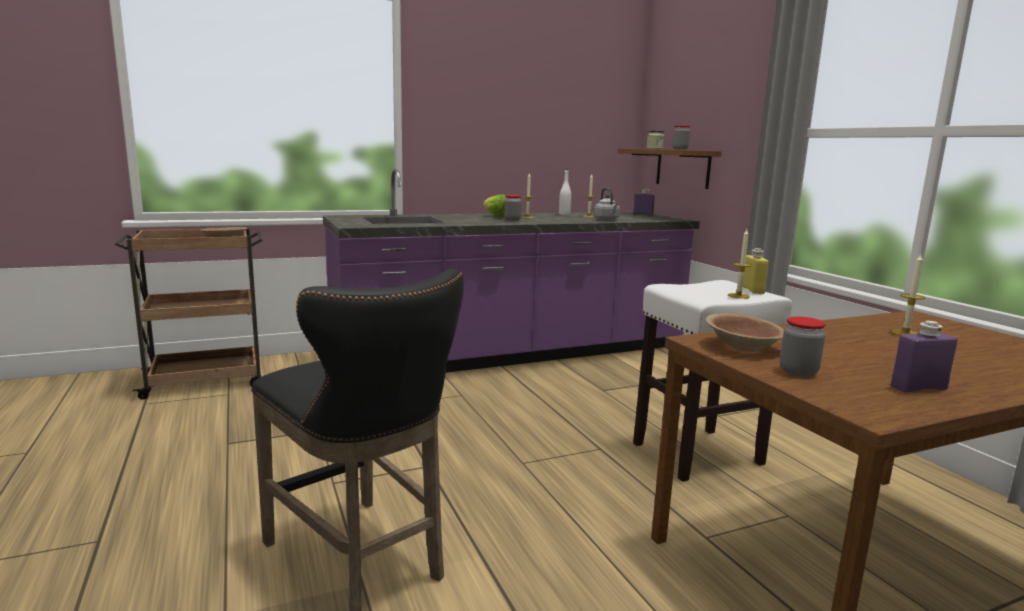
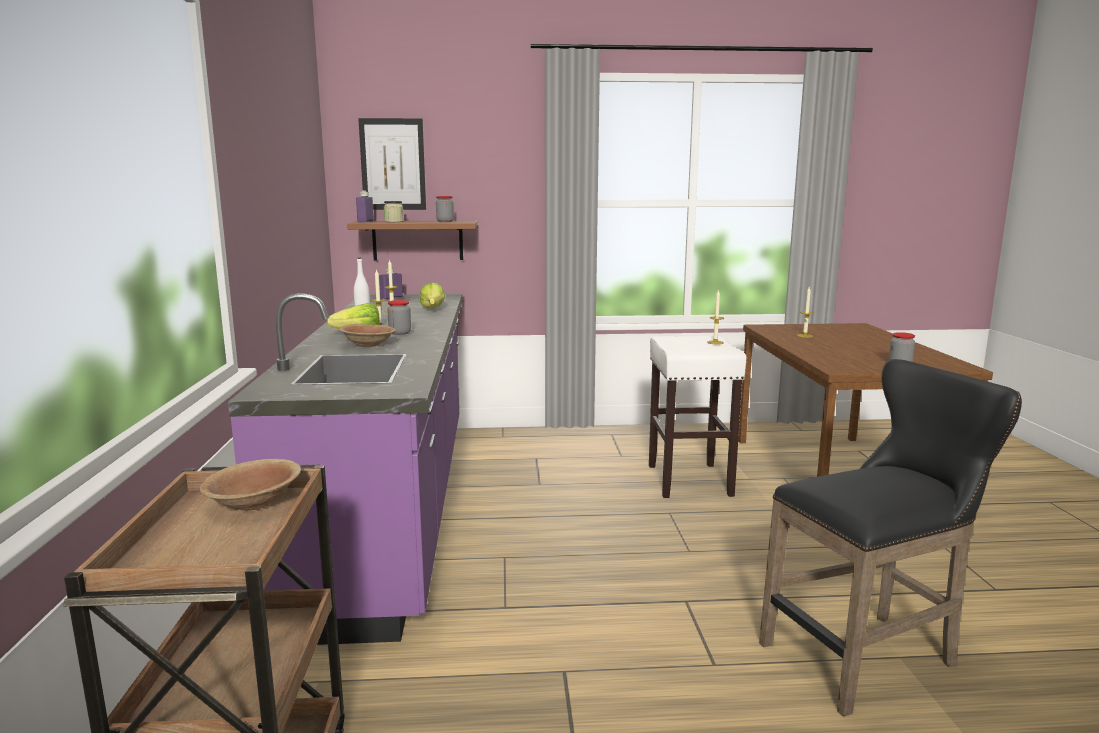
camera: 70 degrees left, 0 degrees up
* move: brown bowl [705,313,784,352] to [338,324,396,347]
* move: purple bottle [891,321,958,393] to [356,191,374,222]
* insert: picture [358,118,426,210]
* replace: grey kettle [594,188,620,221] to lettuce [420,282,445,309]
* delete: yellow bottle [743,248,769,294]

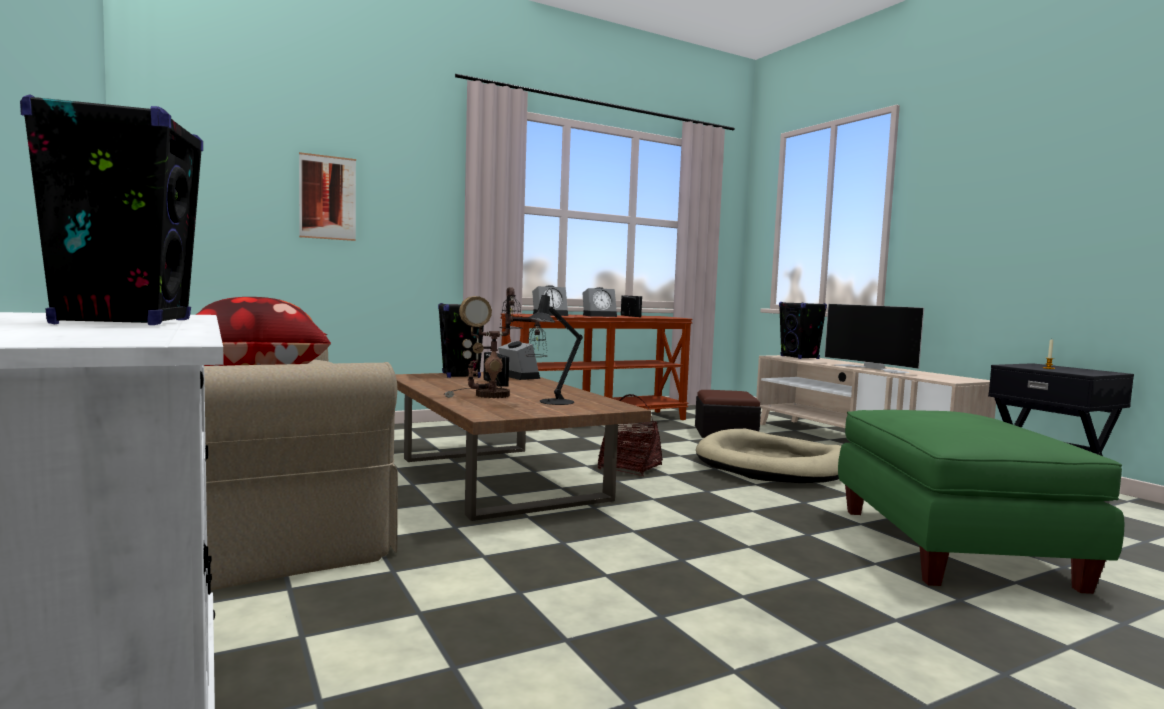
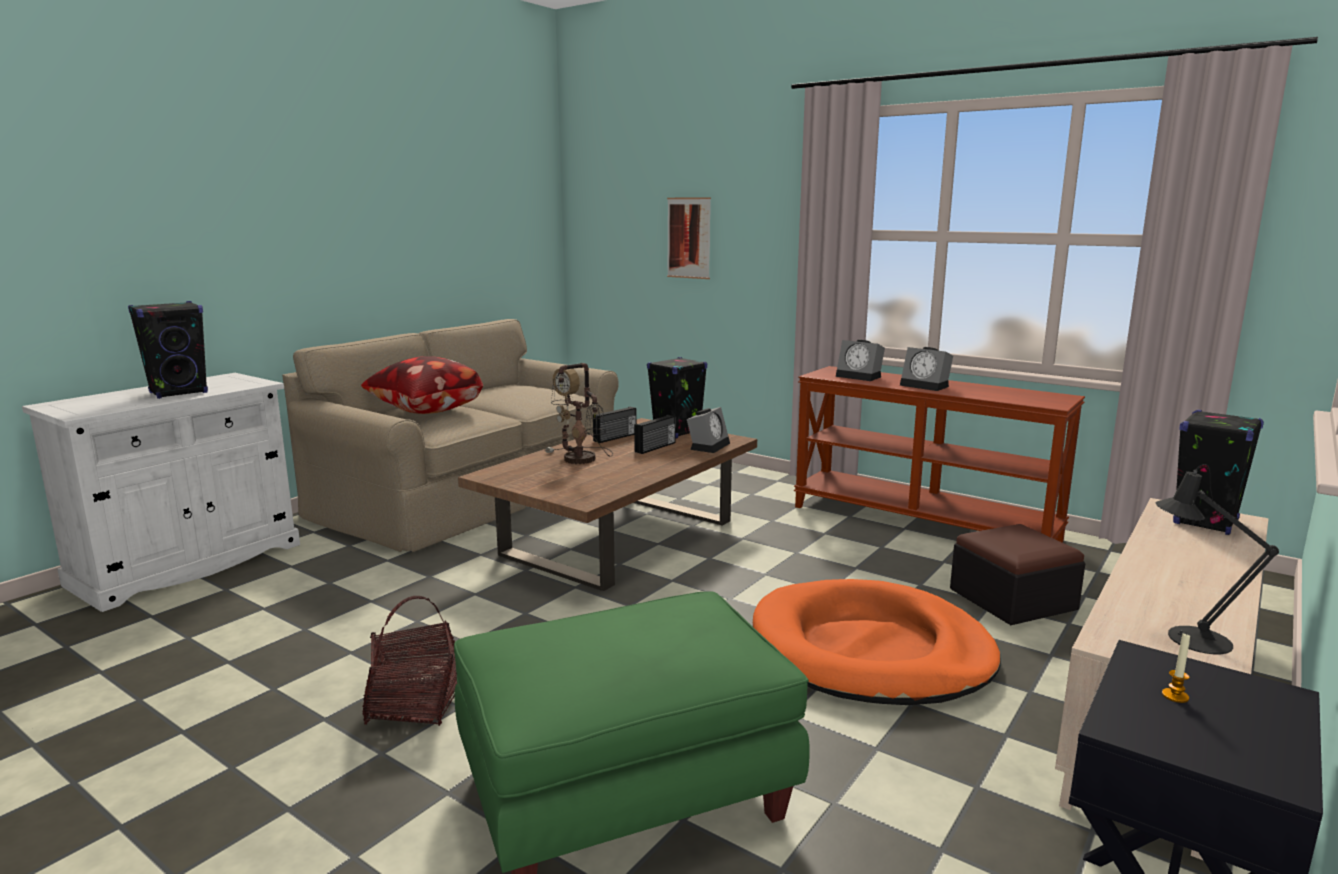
camera: 65 degrees right, 10 degrees up
* move: basket [598,394,662,476] to [362,596,457,726]
* move: radio [621,296,642,317] to [593,407,637,443]
* recolor: beige dog bed [696,429,841,483] to orange dog bed [753,579,1001,705]
* move: black table lamp [528,289,583,405] to [1156,464,1279,654]
* delete: television [825,304,924,373]

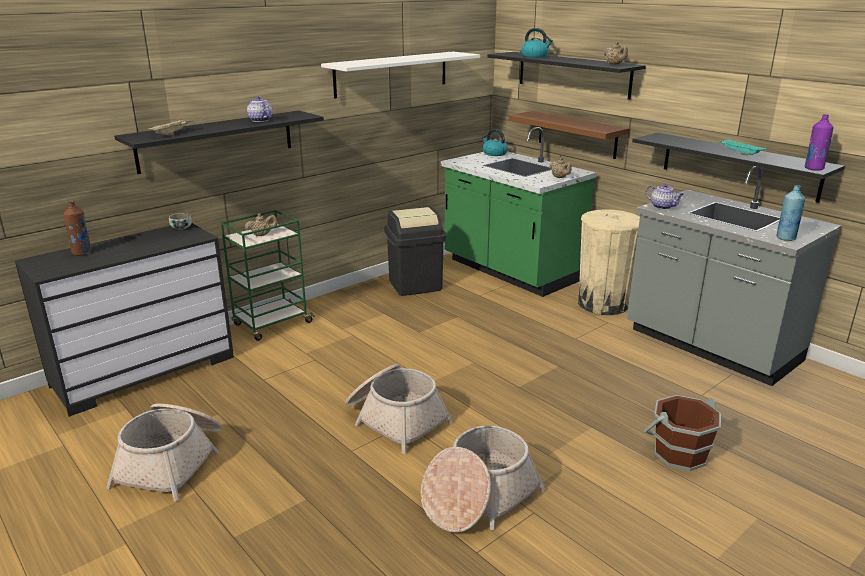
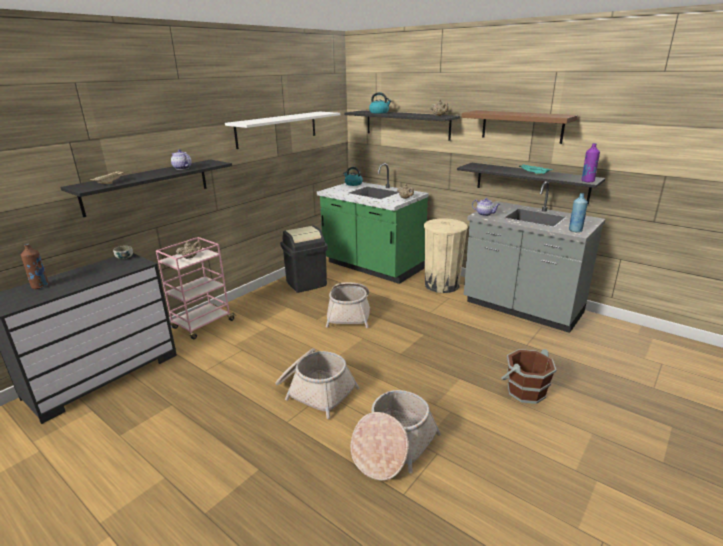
camera: 10 degrees left, 0 degrees up
* recolor: green cart [221,210,315,341] to pink cart [156,237,236,339]
* move: basket [107,403,222,501] to [326,282,370,328]
* move: brown shelf [508,111,630,159] to [462,110,578,144]

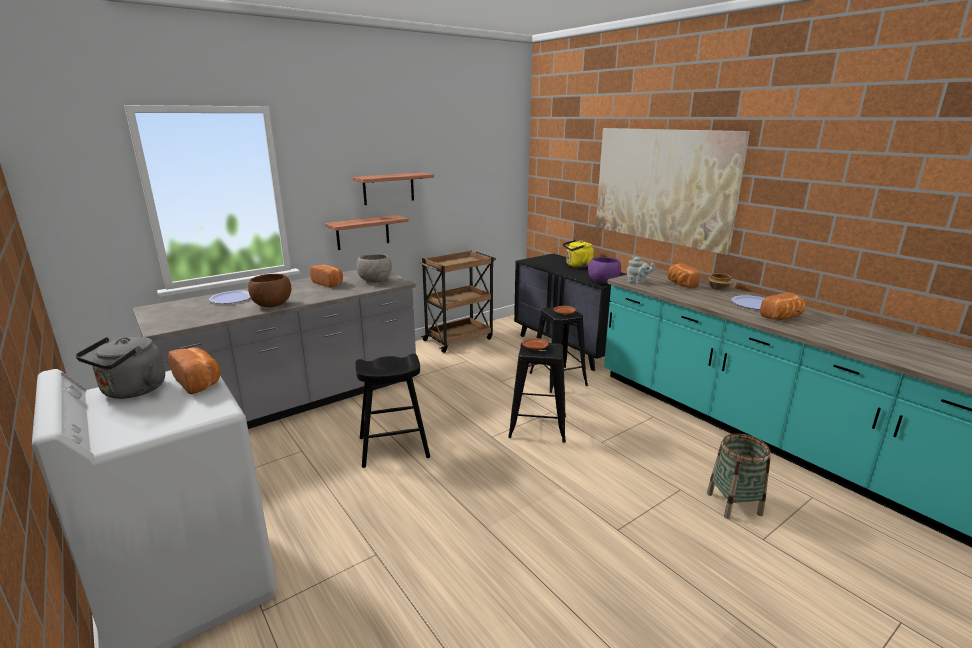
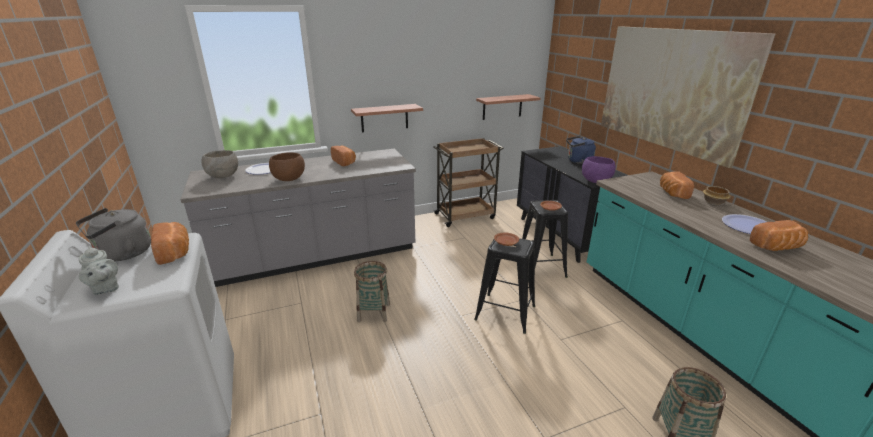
camera: 15 degrees right, 5 degrees up
* move: grey teapot [627,256,655,284] to [79,246,119,295]
* move: grey bowl [356,254,392,283] to [202,150,238,178]
* replace: black stool [355,354,430,468] to basket [354,261,390,322]
* move: shelf [352,172,434,205] to [476,94,541,120]
* recolor: yellow kettle [563,240,594,268] to blue kettle [566,136,596,164]

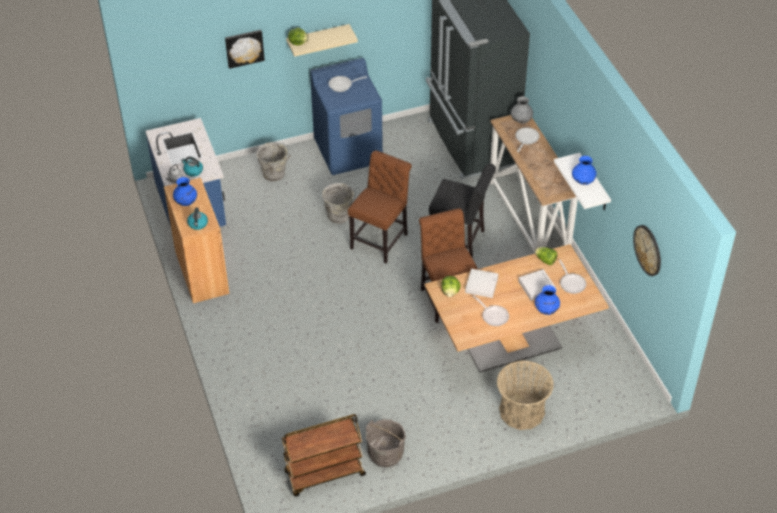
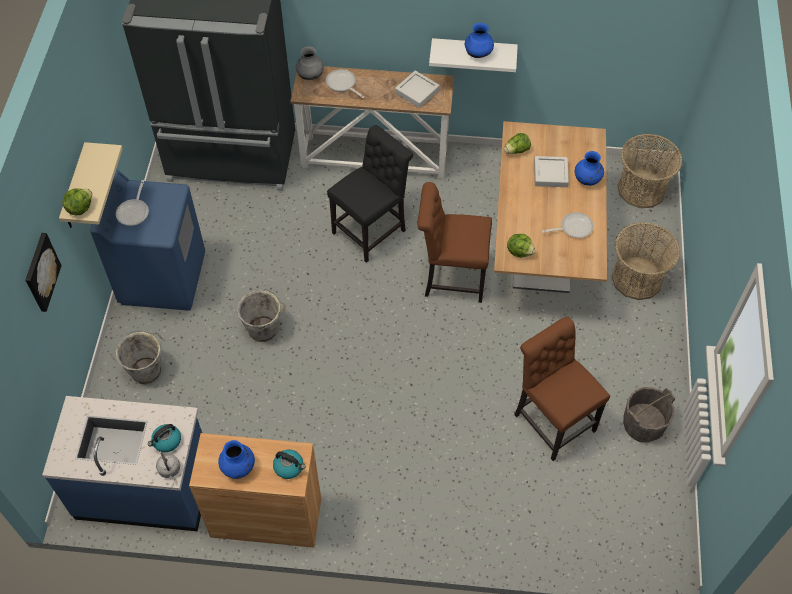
camera: 65 degrees left, 10 degrees up
* move: grey tray [465,269,498,298] to [395,71,440,108]
* move: brown chair [348,150,412,263] to [514,317,610,461]
* insert: basket [617,134,682,208]
* delete: brown cart [282,414,366,496]
* delete: frying pan [559,260,586,294]
* delete: wall clock [633,225,661,276]

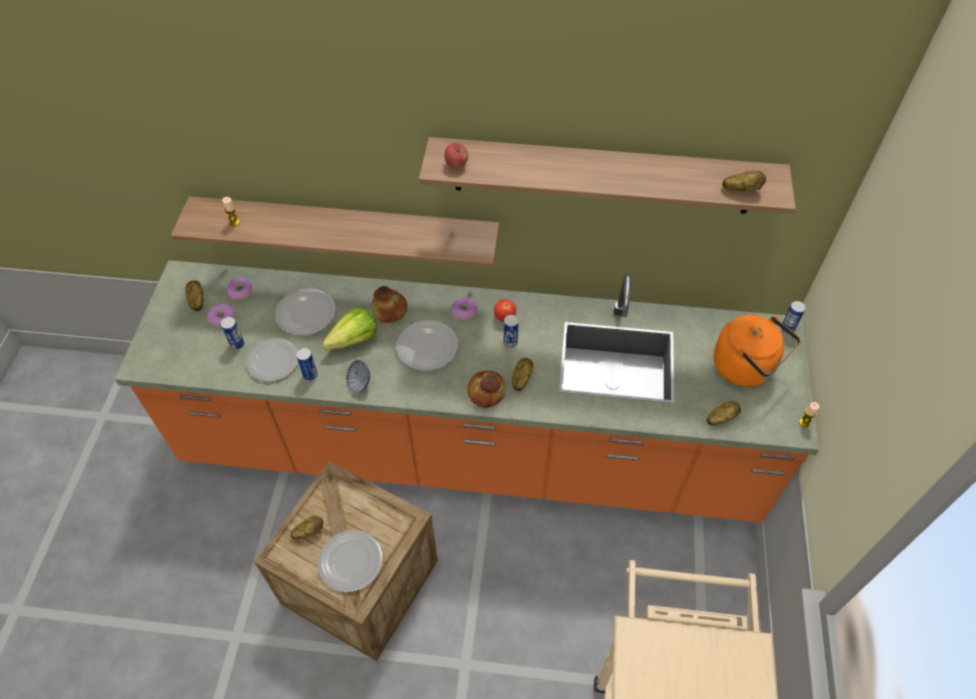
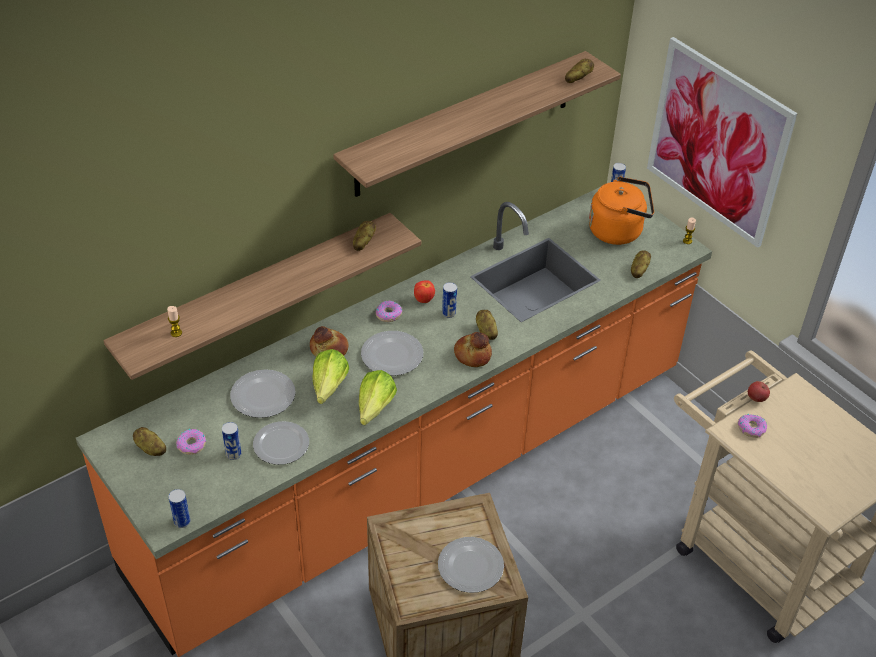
camera: 45 degrees left, 10 degrees down
* move: can [296,348,318,381] to [168,489,191,528]
* move: potato [291,516,323,540] to [353,221,376,251]
* replace: bowl [346,360,370,393] to lettuce [359,370,397,425]
* insert: picture [647,37,798,248]
* move: donut [227,277,252,300] to [738,414,767,438]
* move: apple [444,143,468,168] to [748,381,770,402]

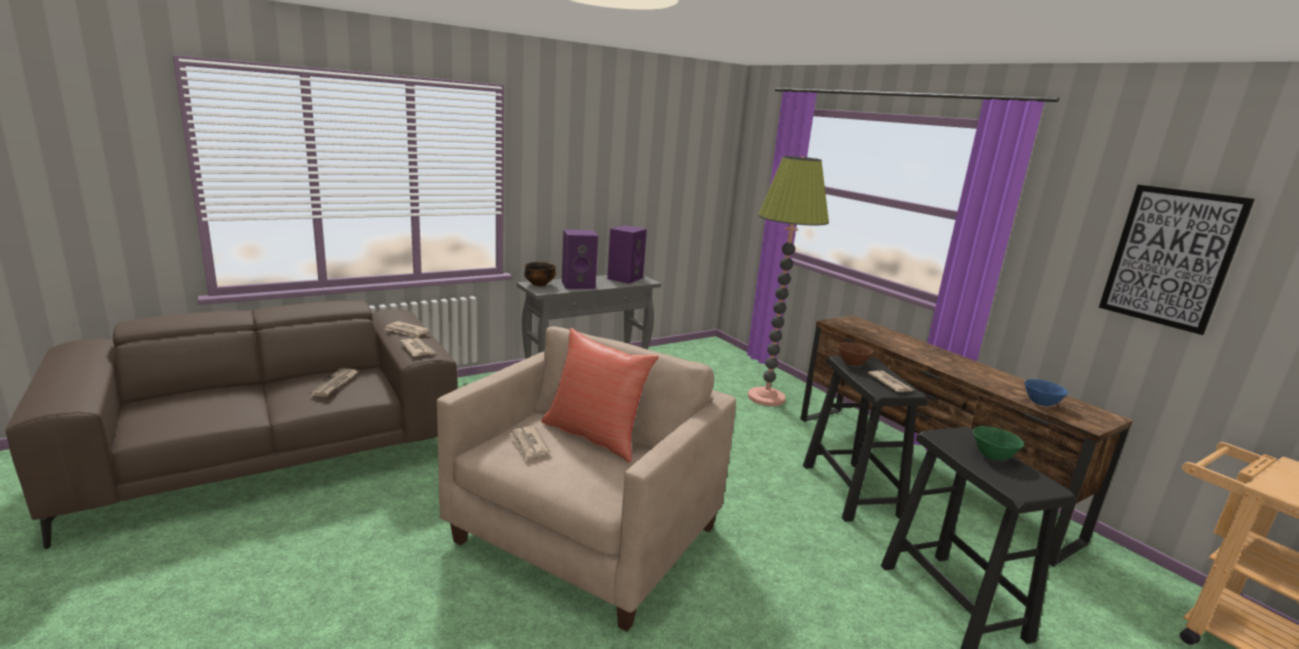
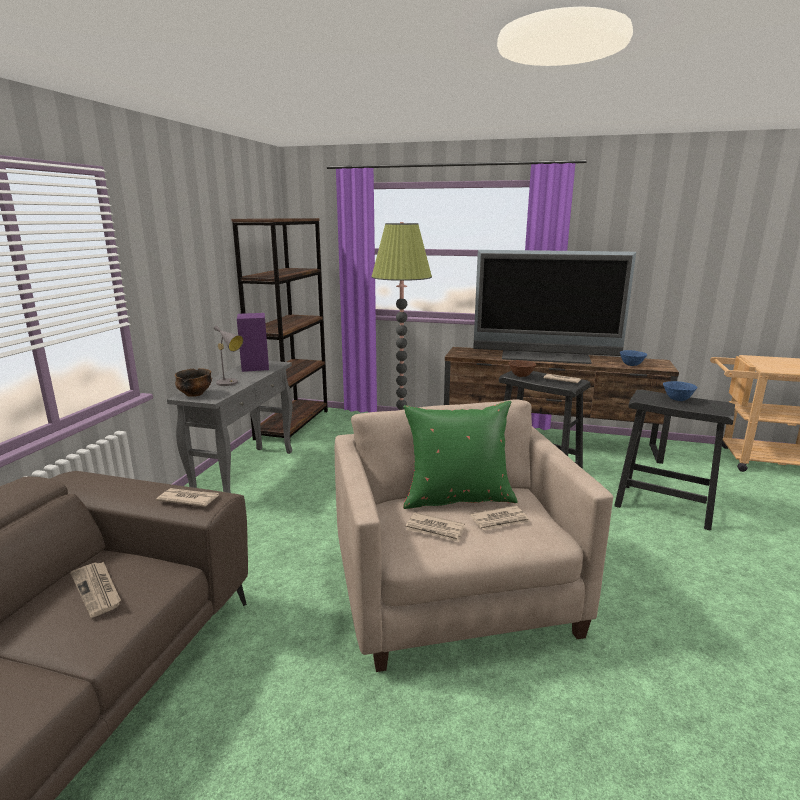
camera: 40 degrees left, 0 degrees up
* replace: purple speaker [562,229,598,289] to grey table lamp [212,325,243,386]
* insert: brown bookcase [231,218,328,443]
* recolor: red pillow [541,328,659,462] to green pillow [403,401,518,509]
* move: newspaper [385,321,430,338] to [469,505,530,531]
* insert: television [473,250,636,364]
* recolor: green bowl [973,426,1024,460] to blue bowl [663,381,697,401]
* delete: picture [1099,185,1255,335]

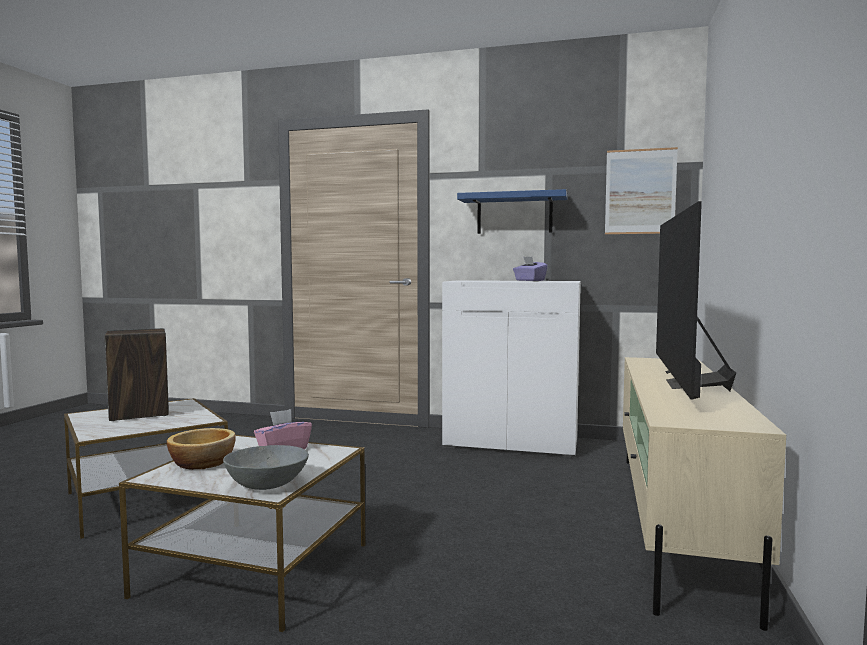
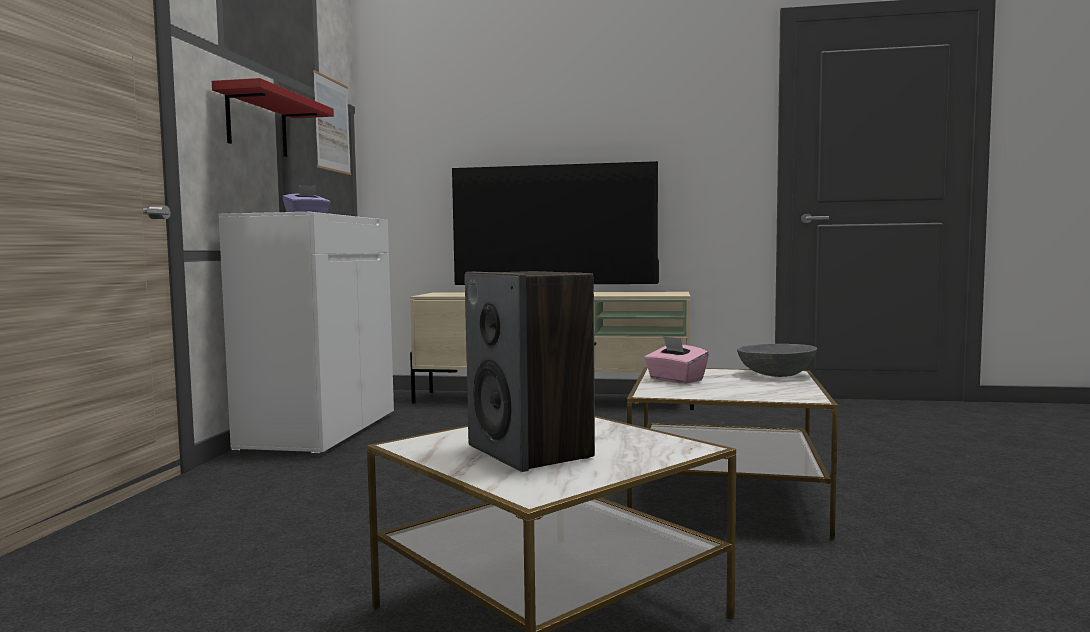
camera: 95 degrees left, 0 degrees up
* recolor: blue shelf [457,189,568,234] to red shelf [212,78,334,157]
* delete: bowl [167,428,236,470]

